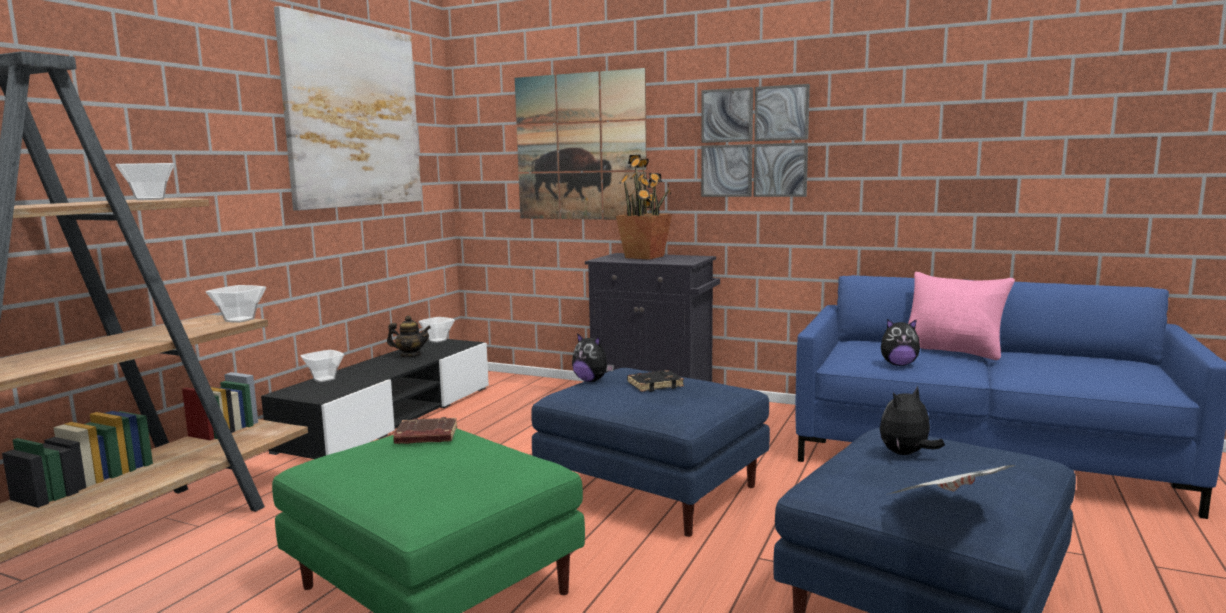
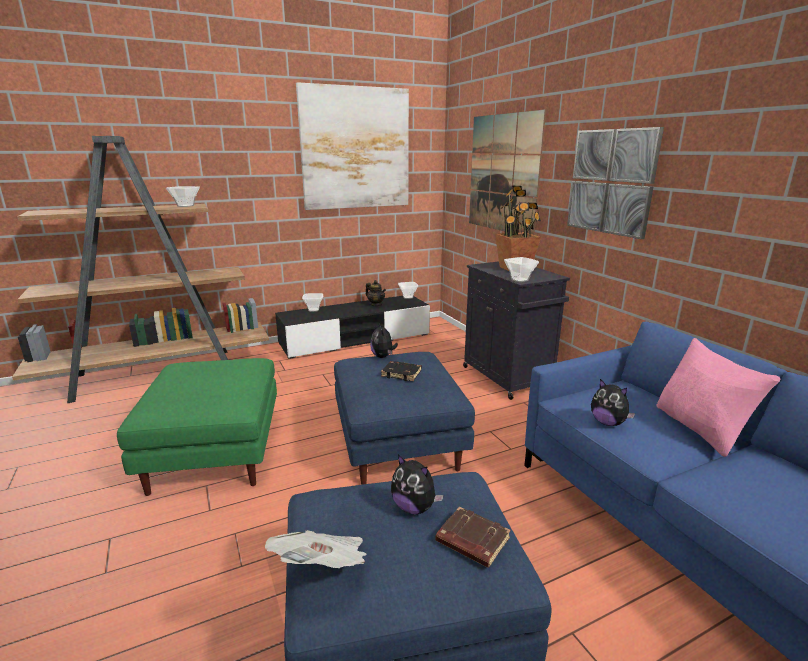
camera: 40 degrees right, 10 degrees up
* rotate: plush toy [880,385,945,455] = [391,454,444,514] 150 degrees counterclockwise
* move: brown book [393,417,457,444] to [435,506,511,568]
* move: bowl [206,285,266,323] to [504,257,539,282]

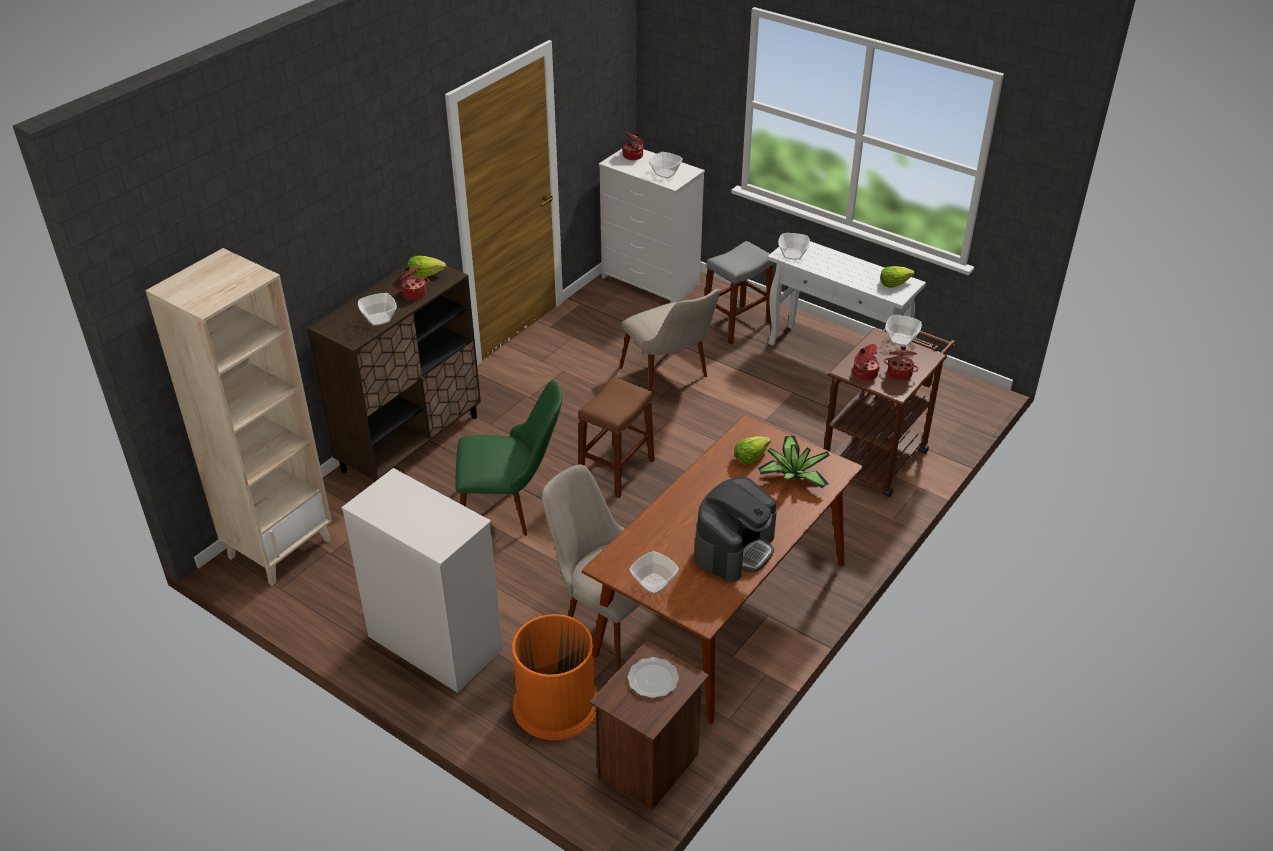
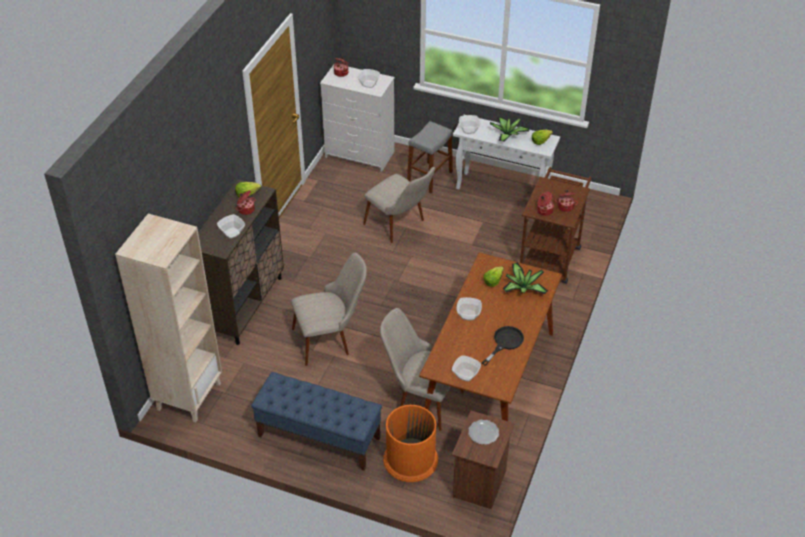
camera: 15 degrees left, 5 degrees up
* replace: white dresser [341,468,503,693] to blue bench [251,372,382,470]
* recolor: green chair [456,380,562,536] to beige chair [291,253,367,366]
* move: bowl [885,315,922,346] to [456,297,482,320]
* replace: coffee machine [694,477,777,582] to black frying pan [482,326,524,366]
* insert: potted plant [490,117,530,141]
* delete: brown stool [578,377,654,498]

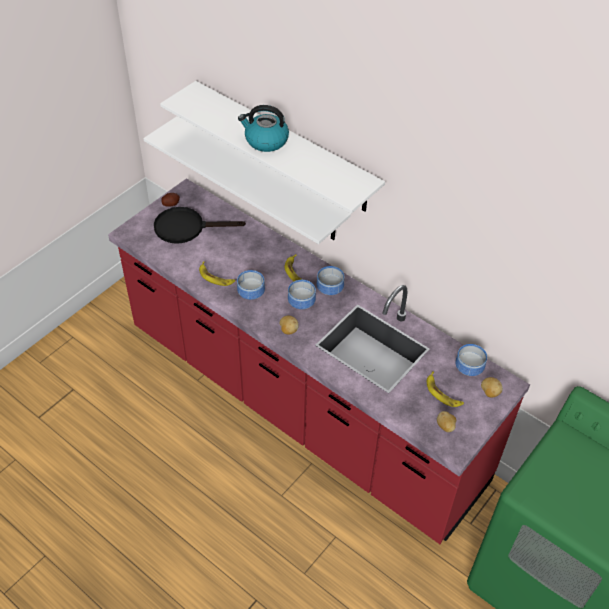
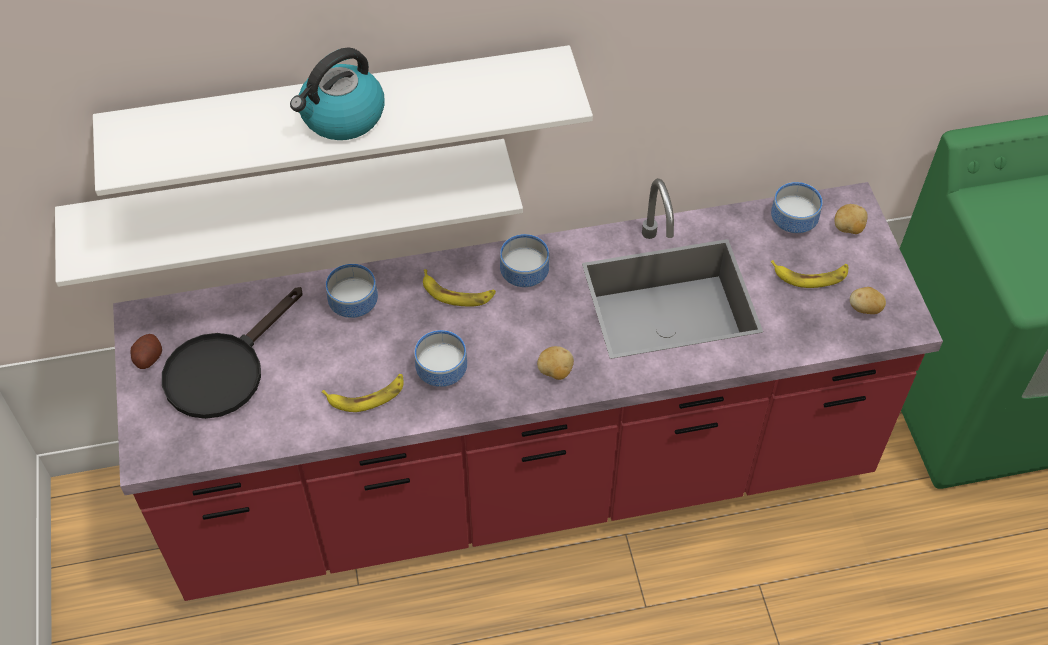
camera: 50 degrees left, 5 degrees up
* move: bowl [288,280,316,309] to [326,264,378,318]

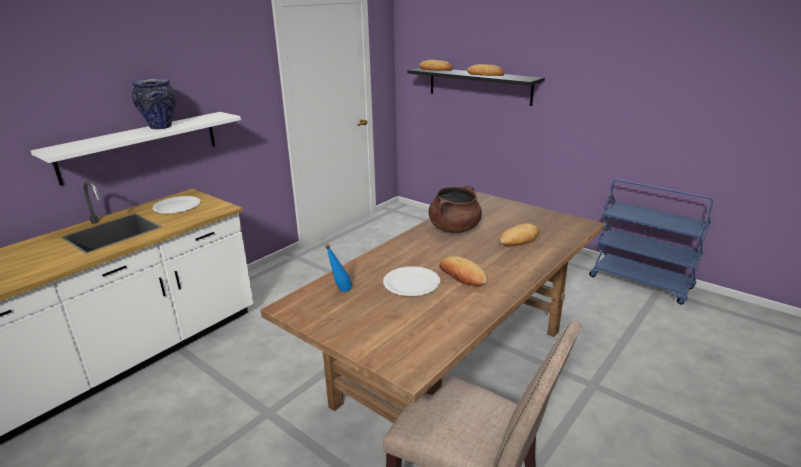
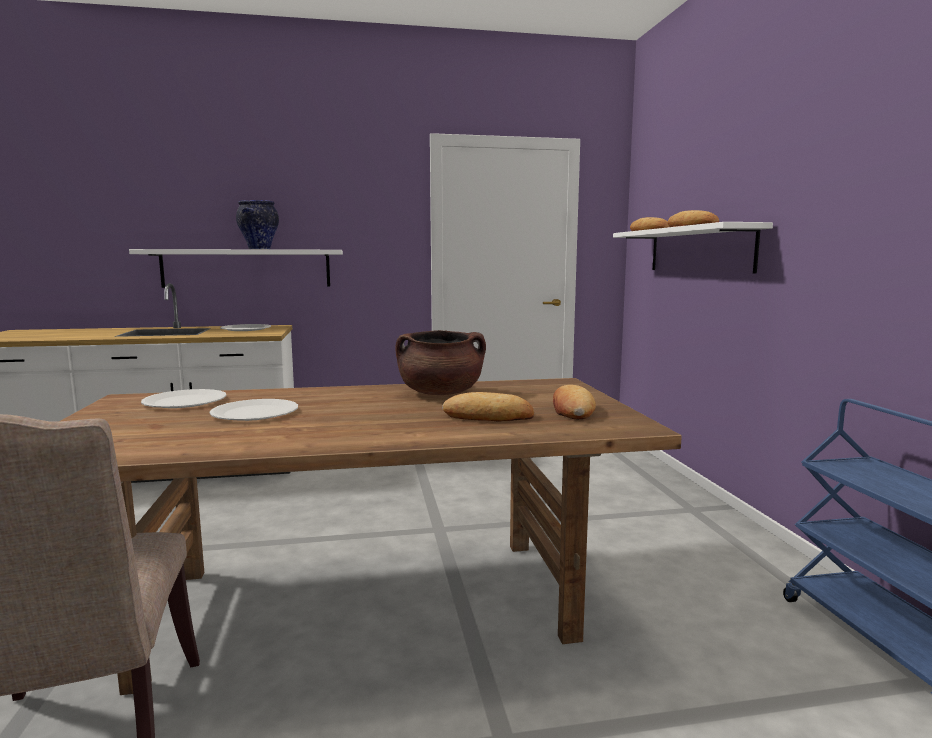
camera: 40 degrees right, 15 degrees down
* replace: blue bottle [325,244,352,292] to white plate [141,389,227,408]
* move: bread [440,256,488,286] to [553,385,596,419]
* recolor: black shelf [407,68,545,106] to white shelf [613,222,773,274]

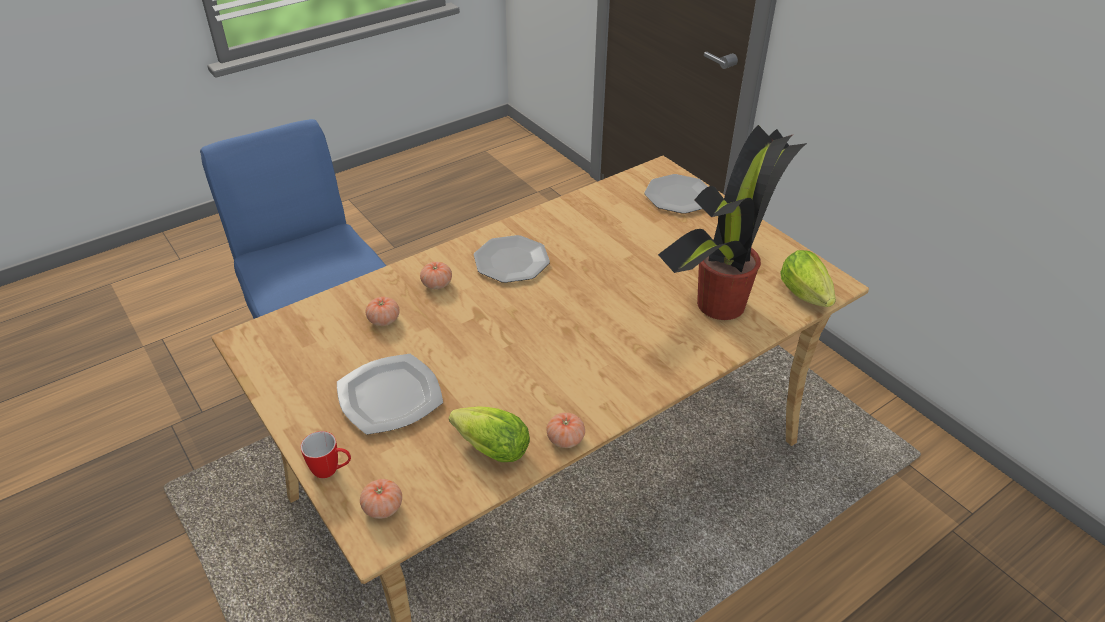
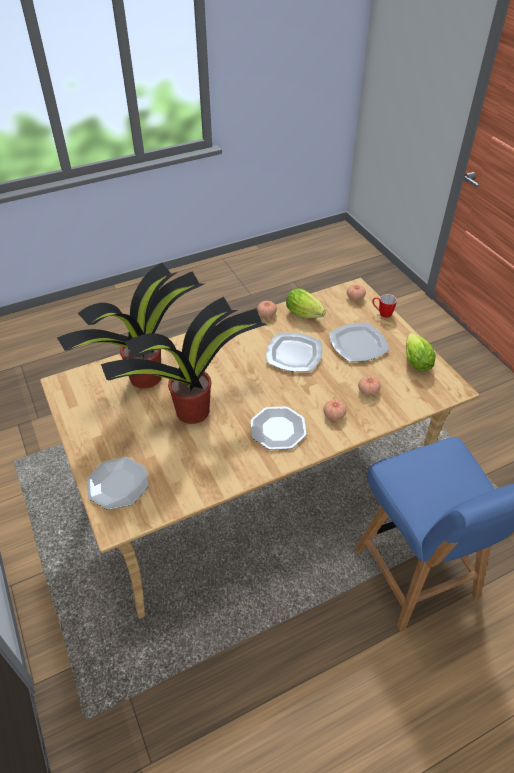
camera: 170 degrees left, 5 degrees up
* insert: potted plant [101,297,267,424]
* insert: plate [266,333,322,372]
* move: lettuce [780,250,836,307] to [406,333,436,372]

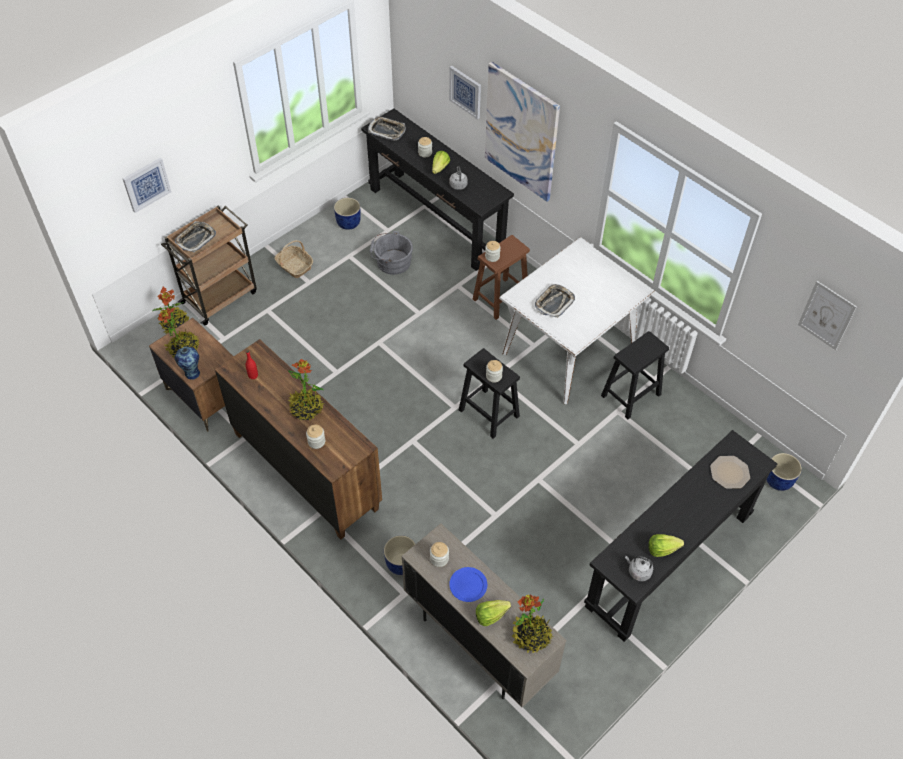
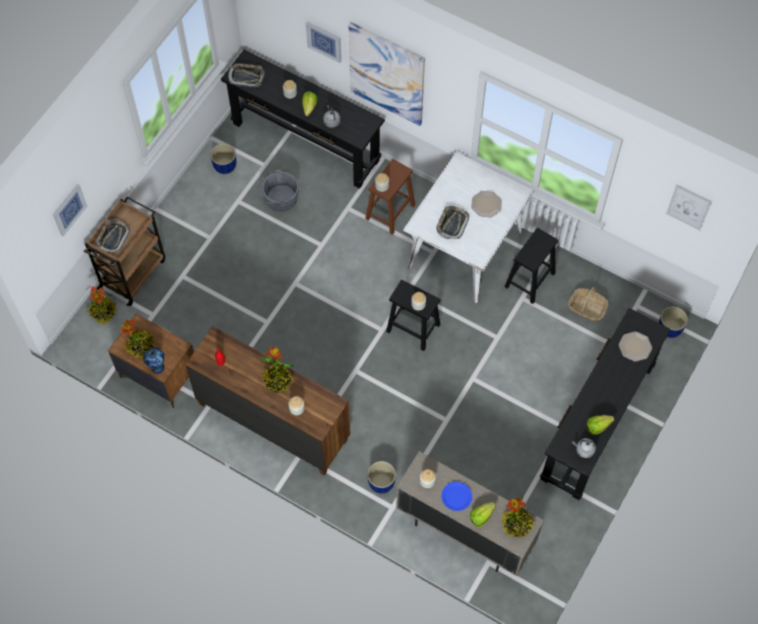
camera: 15 degrees left, 10 degrees up
* insert: plate [471,191,502,217]
* move: basket [275,240,314,278] to [568,287,608,321]

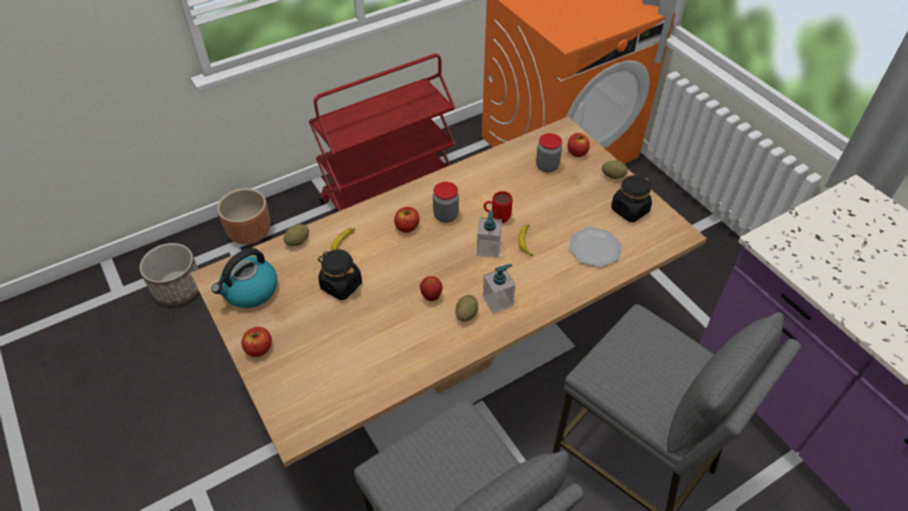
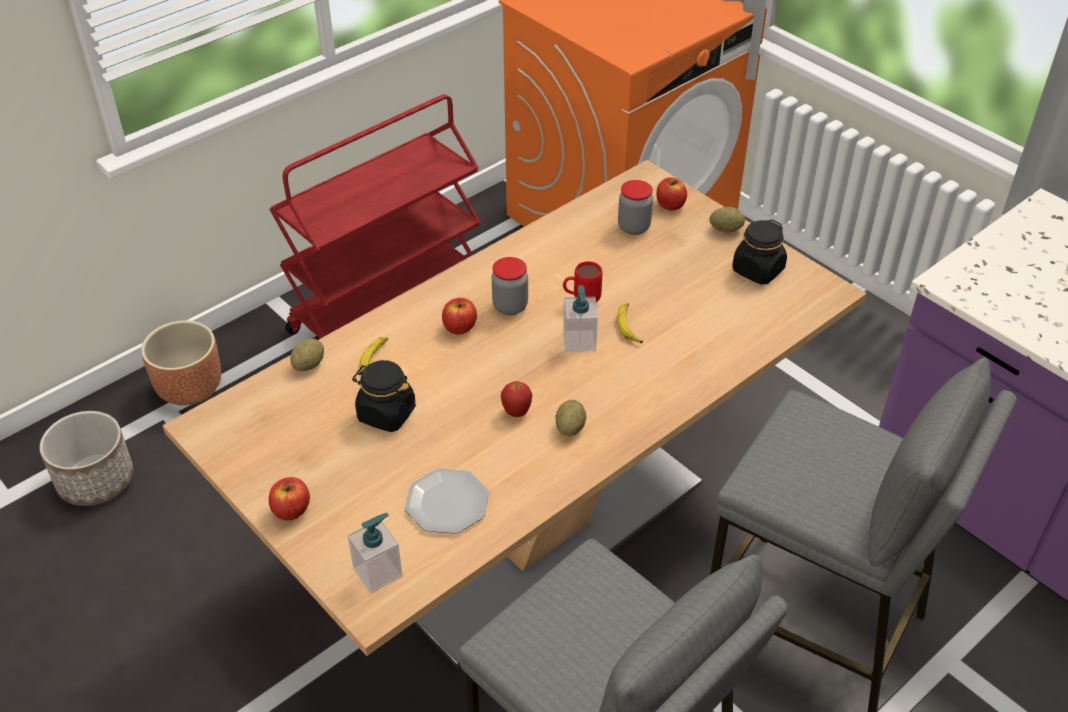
camera: 10 degrees left, 5 degrees down
* move: soap dispenser [483,264,516,313] to [348,513,403,593]
* move: plate [569,227,622,268] to [405,468,489,534]
* delete: kettle [212,248,277,308]

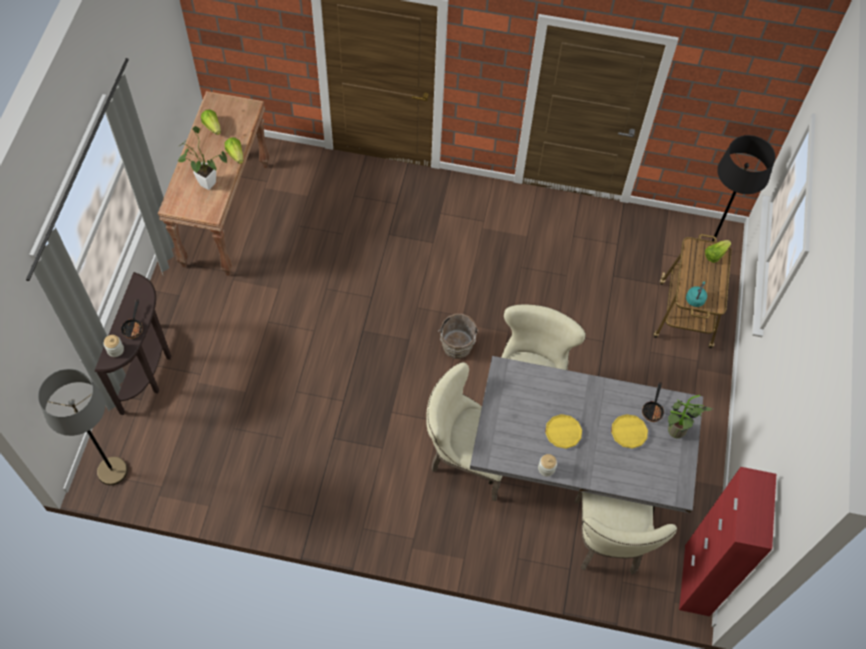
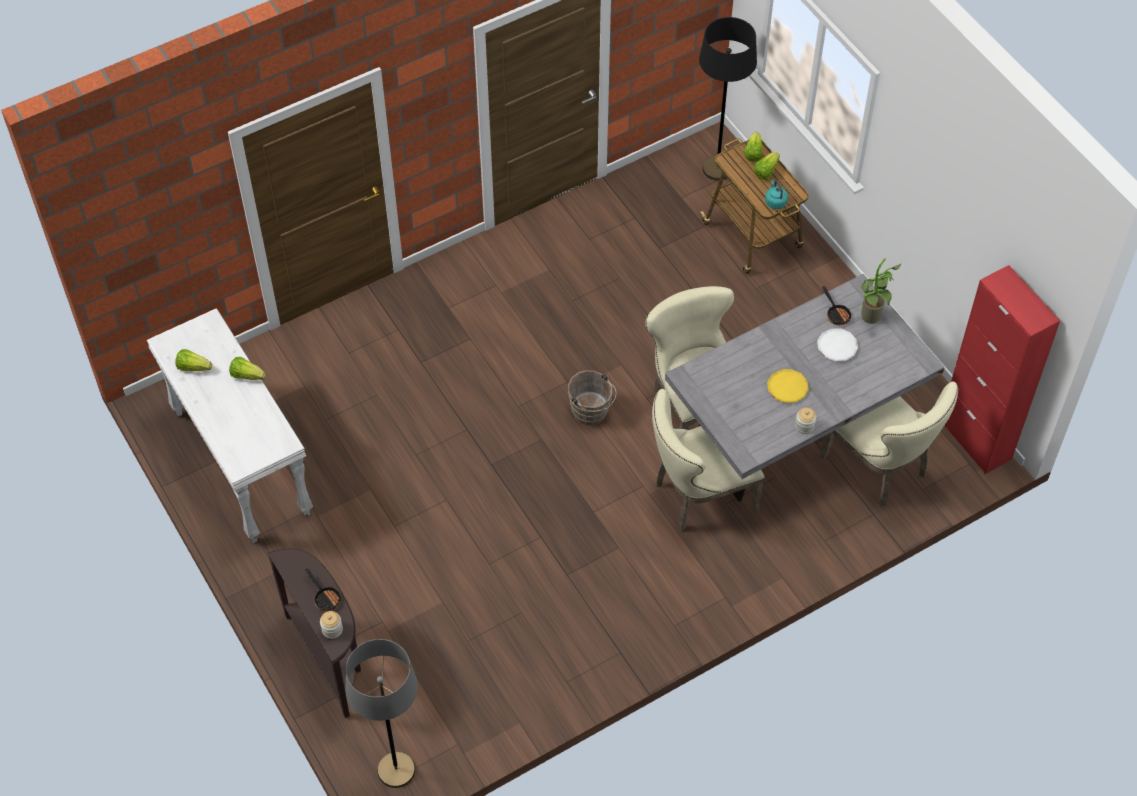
camera: 40 degrees left, 5 degrees down
* recolor: brown console table [158,91,270,276] to white console table [147,308,313,543]
* insert: lettuce [754,152,780,180]
* recolor: yellow plate [611,414,648,449] to white plate [817,328,858,361]
* delete: potted plant [177,126,227,190]

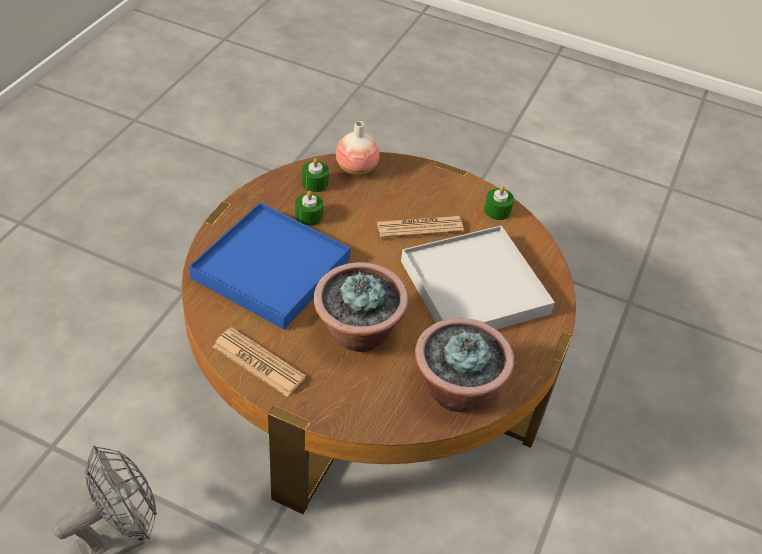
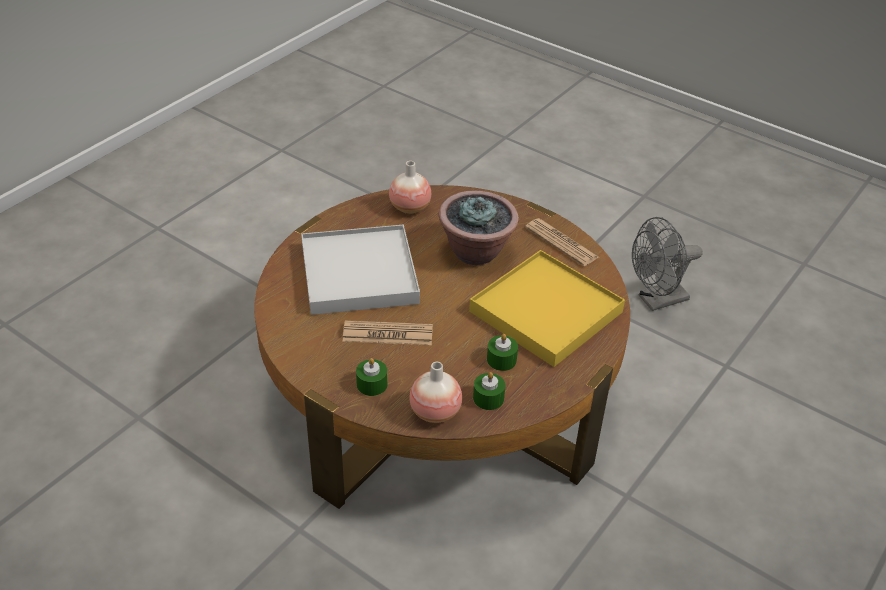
camera: 165 degrees left, 5 degrees down
* move: green candle [484,186,514,220] to [356,358,388,396]
* replace: potted plant [415,318,514,412] to vase [389,161,431,214]
* recolor: blue tray [189,203,350,330] to yellow tray [469,250,625,367]

